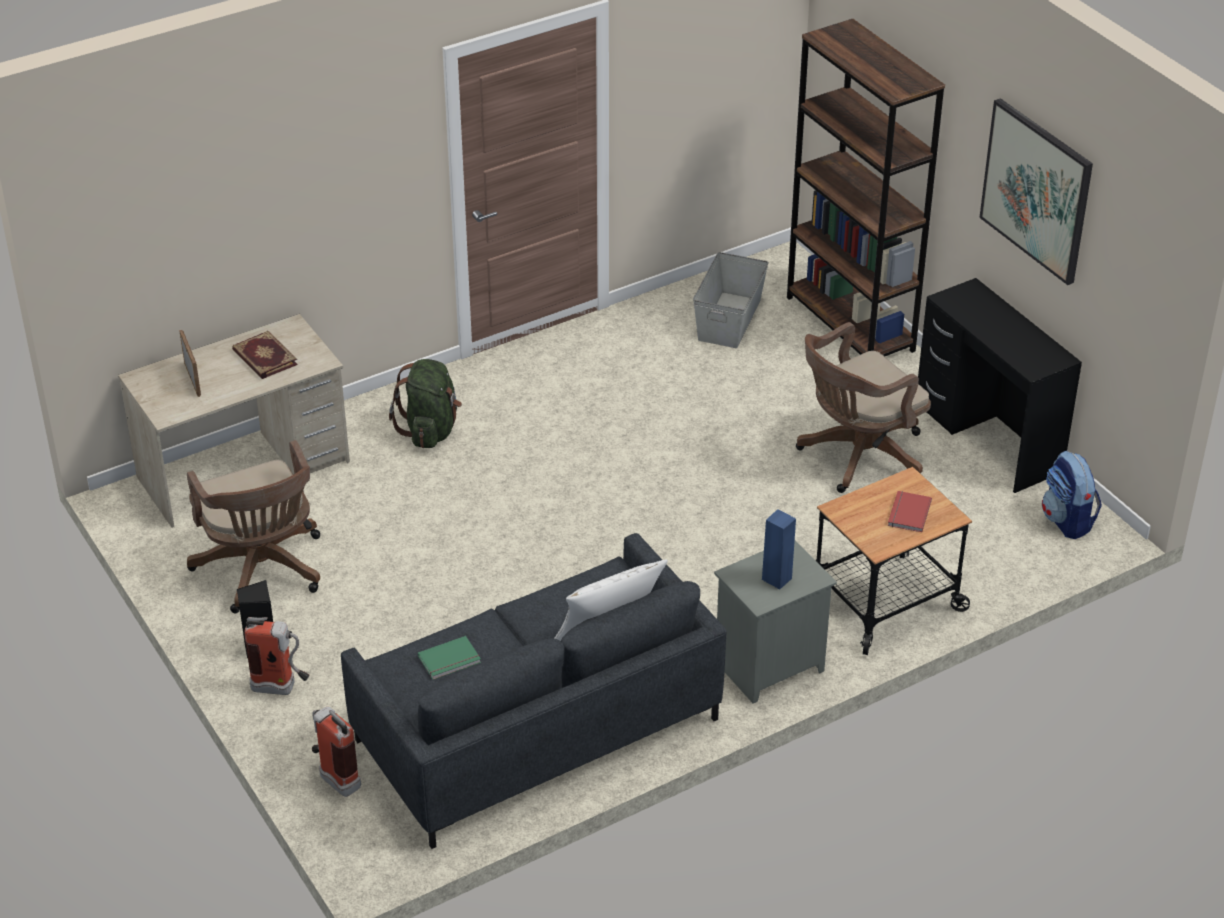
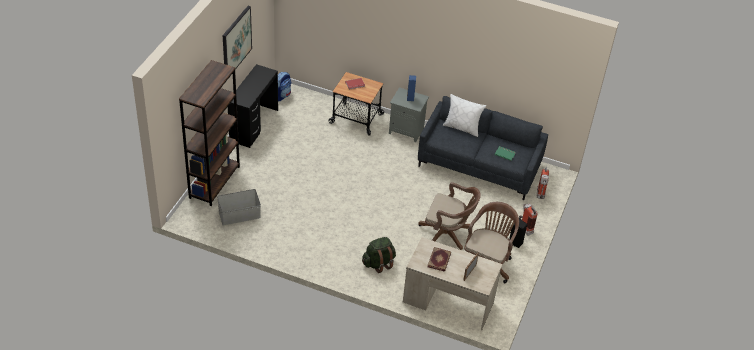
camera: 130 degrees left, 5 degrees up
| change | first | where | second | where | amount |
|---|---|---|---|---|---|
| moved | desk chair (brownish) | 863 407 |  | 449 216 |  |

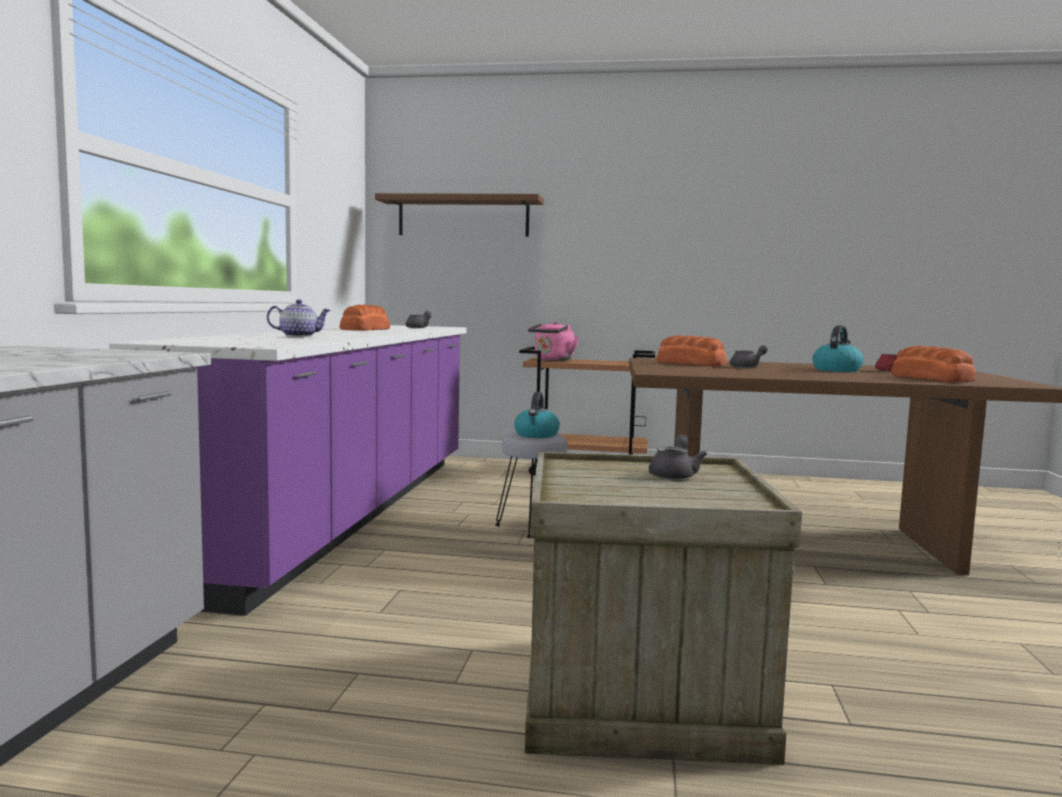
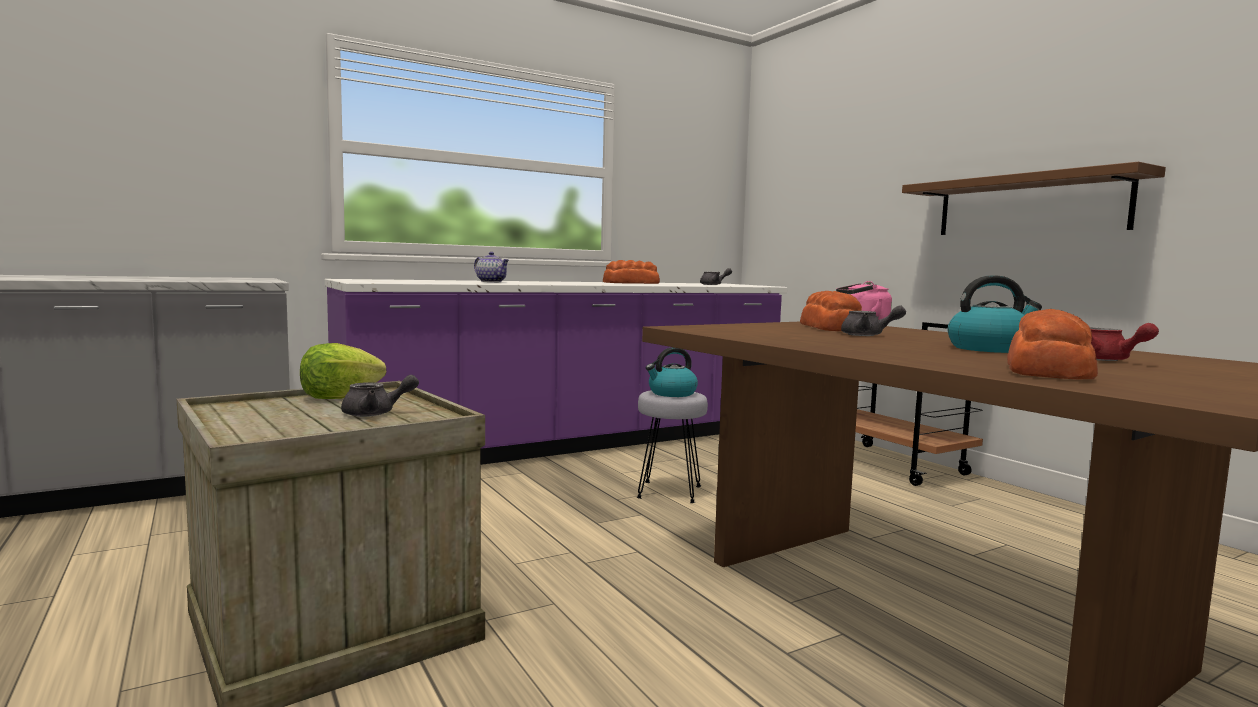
camera: 50 degrees right, 0 degrees up
| change | first | where | second | where | amount |
|---|---|---|---|---|---|
| added |  |  | lettuce head | 343 371 |  |
| moved | wall shelf (brownish) | 459 215 |  | 1034 198 |  |

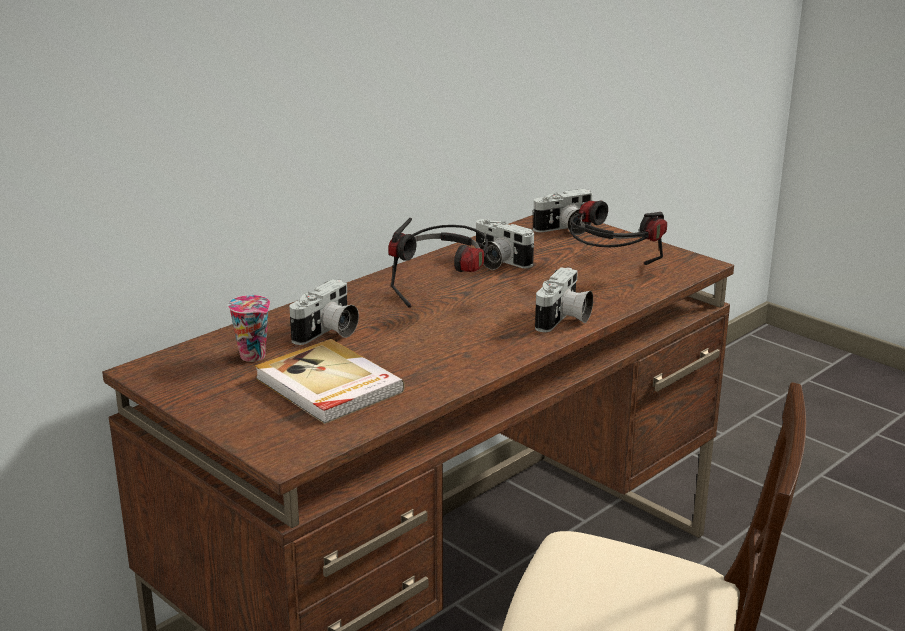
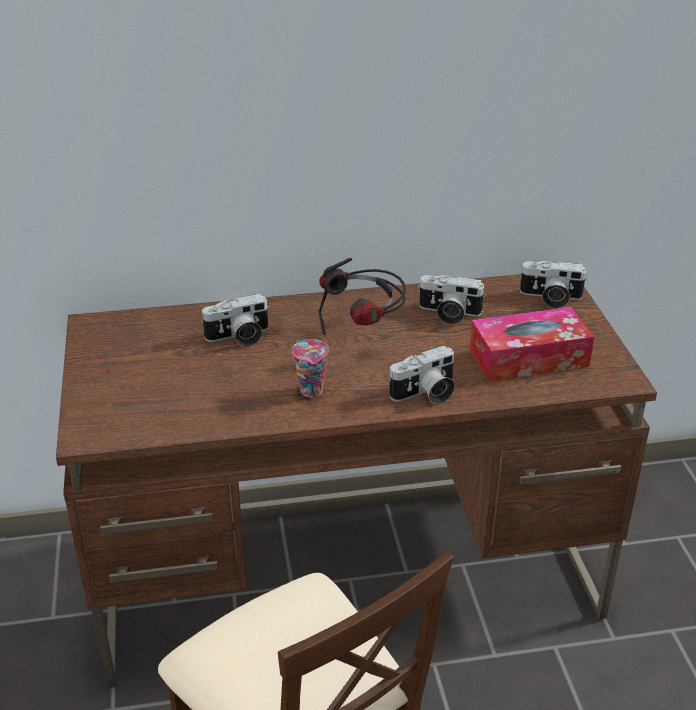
camera: 35 degrees right, 10 degrees up
| change | first | where | second | where | amount |
|---|---|---|---|---|---|
| moved | small cup | 249 328 |  | 310 368 |  |
| turned | still camera | 505 244 |  | 452 299 | 60 degrees counterclockwise |
| replaced | headset | 618 232 | tissue holder | 532 344 |  |
| removed | volume | 330 381 |  |  |  |

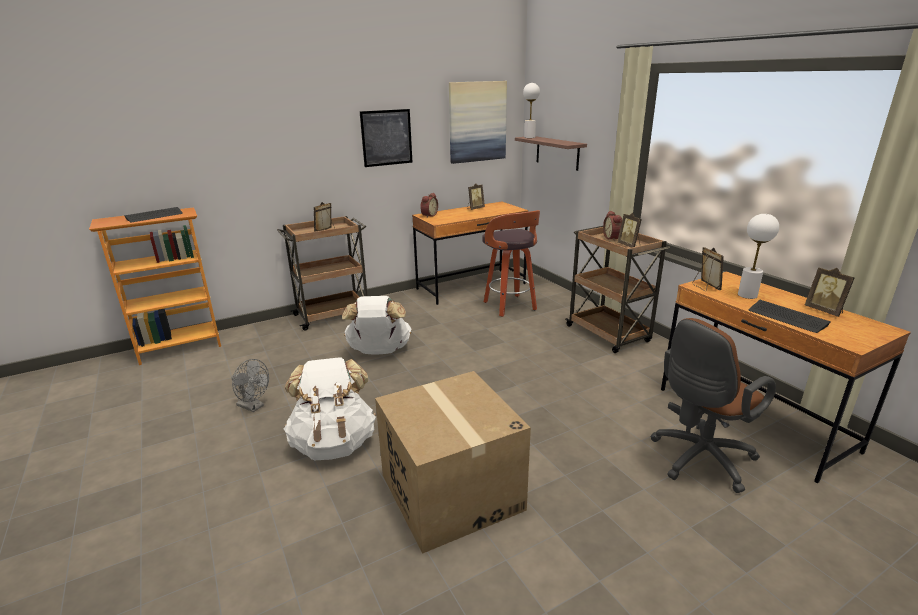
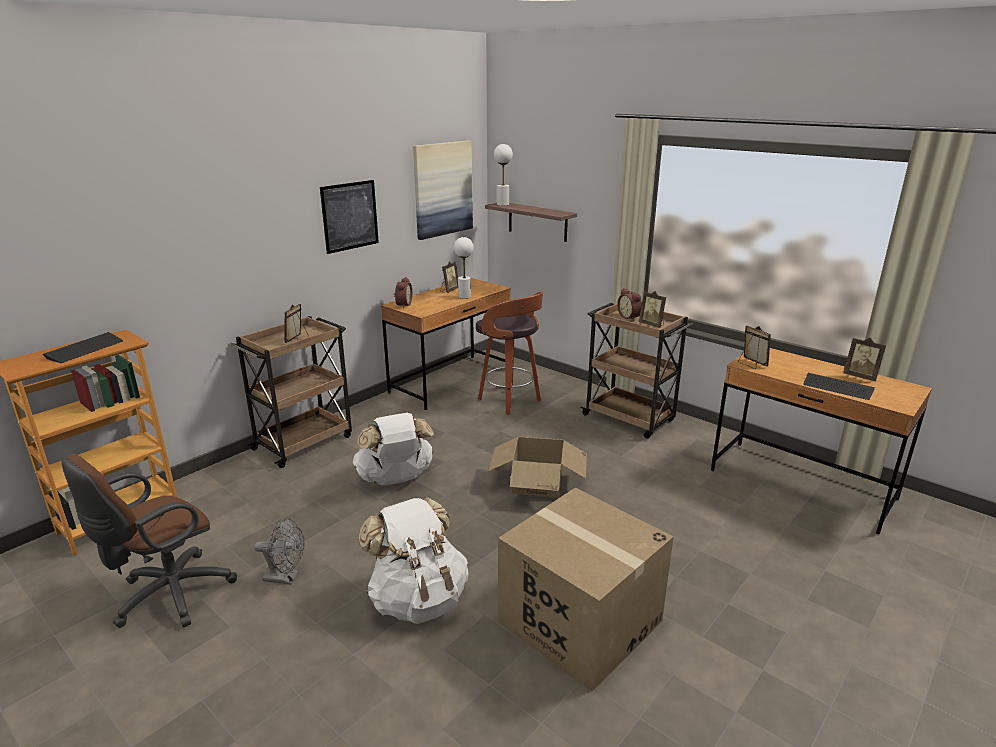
camera: 20 degrees left, 0 degrees up
| change | first | where | second | where | amount |
|---|---|---|---|---|---|
| moved | desk chair (brownish) | 713 405 |  | 149 541 |  |
| moved | lamp for a table (whitish) | 758 256 |  | 464 268 |  |
| added |  |  | carton | 537 467 |  |

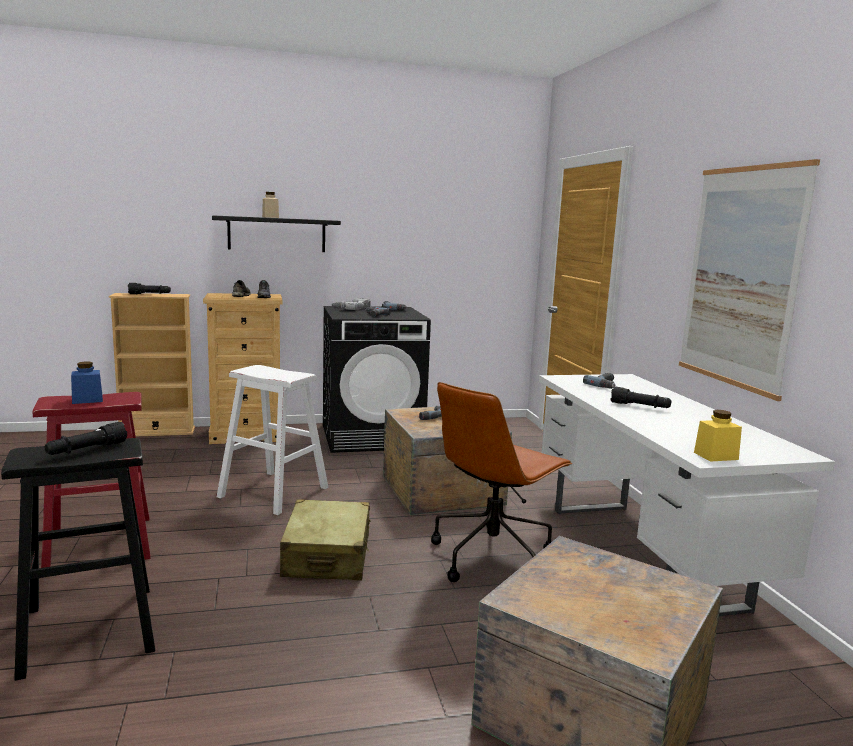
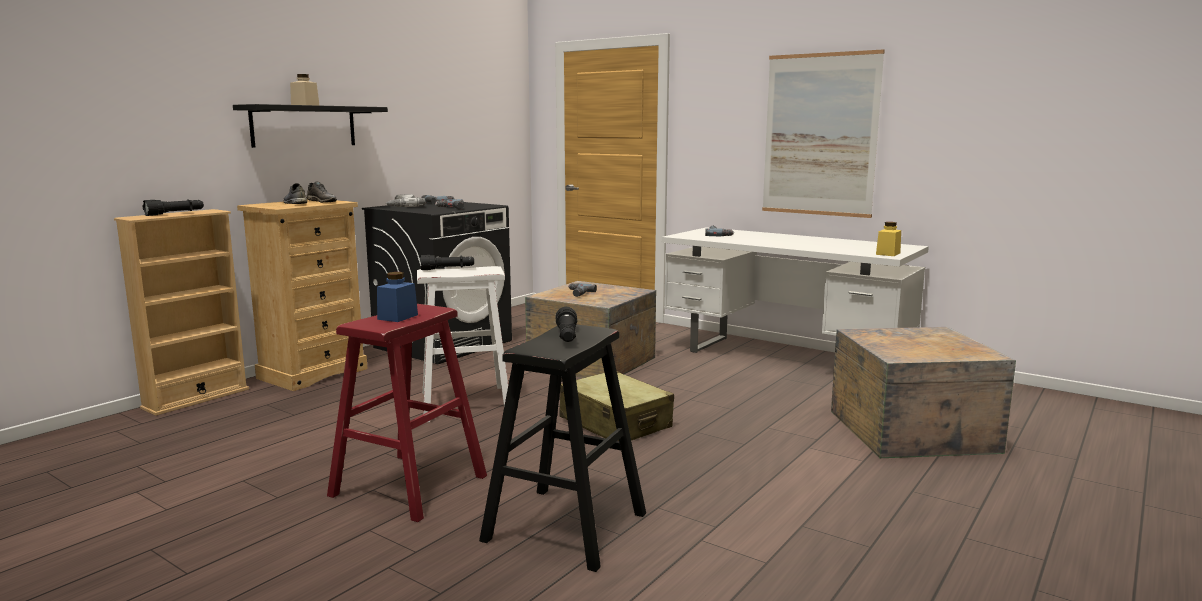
camera: 40 degrees left, 0 degrees up
| change | first | where | second | where | amount |
|---|---|---|---|---|---|
| moved | flashlight (black) | 641 397 |  | 447 262 |  |
| removed | desk chair (brownish) | 502 482 |  |  |  |

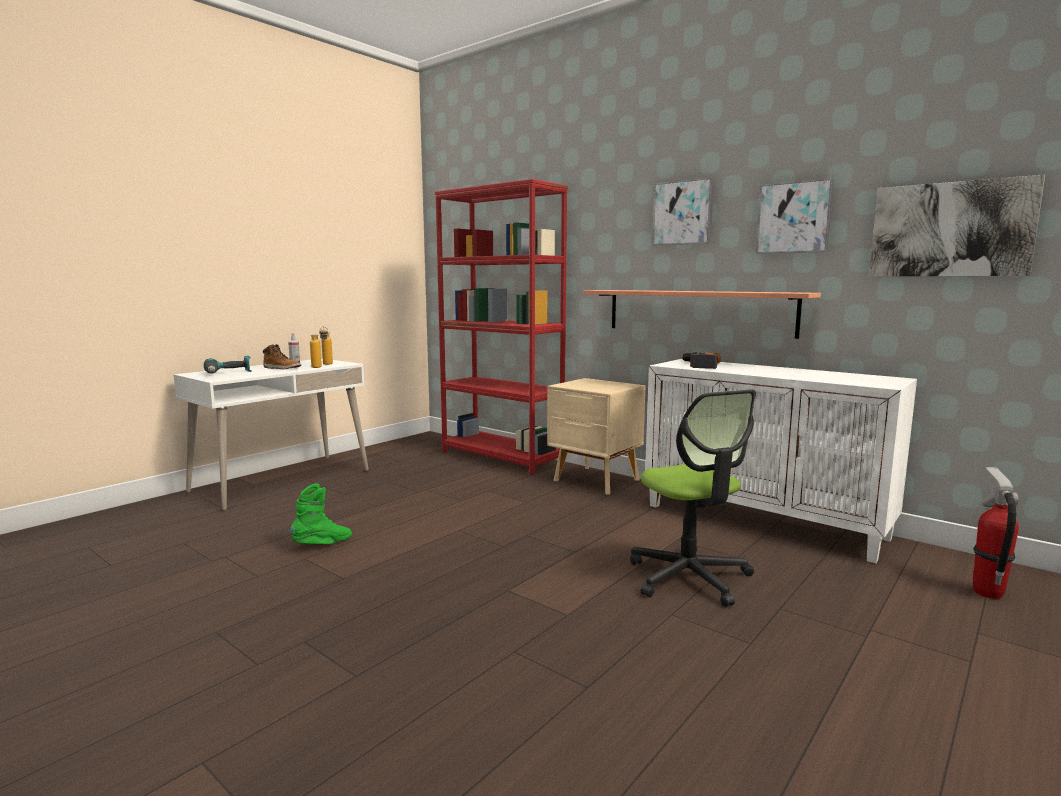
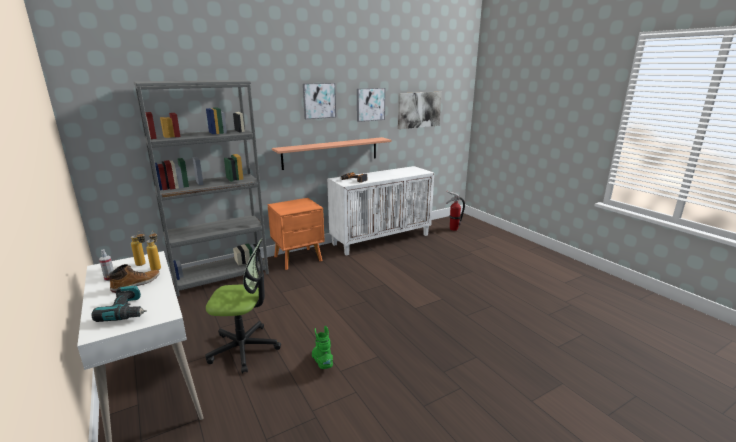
camera: 70 degrees left, 10 degrees up
| change | first | where | second | where | amount |
|---|---|---|---|---|---|
| recoloured | bookshelf (red) | 501 327 | bookshelf (greyish) | 201 188 |  |
| moved | desk chair | 693 498 |  | 243 306 |  |
| recoloured | nightstand (beige-coloured) | 596 436 | nightstand (orangey) | 296 234 |  |

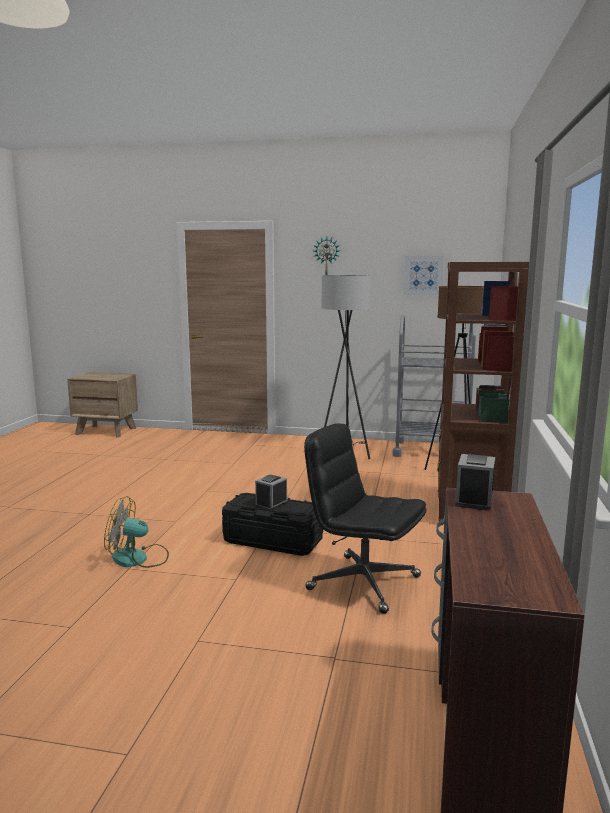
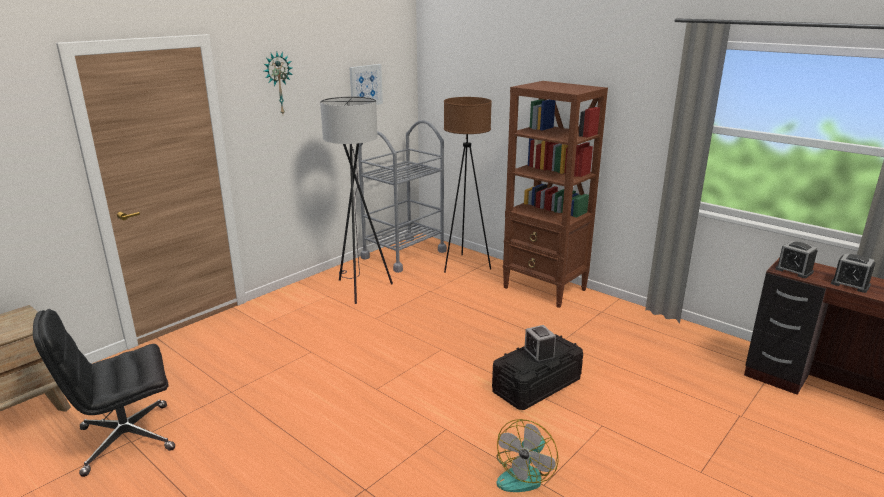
camera: 60 degrees left, 10 degrees up
| change | first | where | second | where | amount |
|---|---|---|---|---|---|
| moved | desk chair (black) | 365 518 |  | 104 393 |  |
| added |  |  | alarm clock | 853 273 |  |

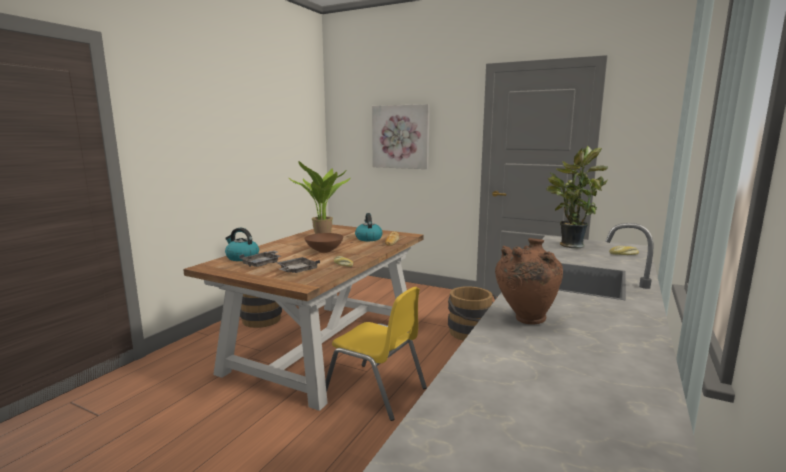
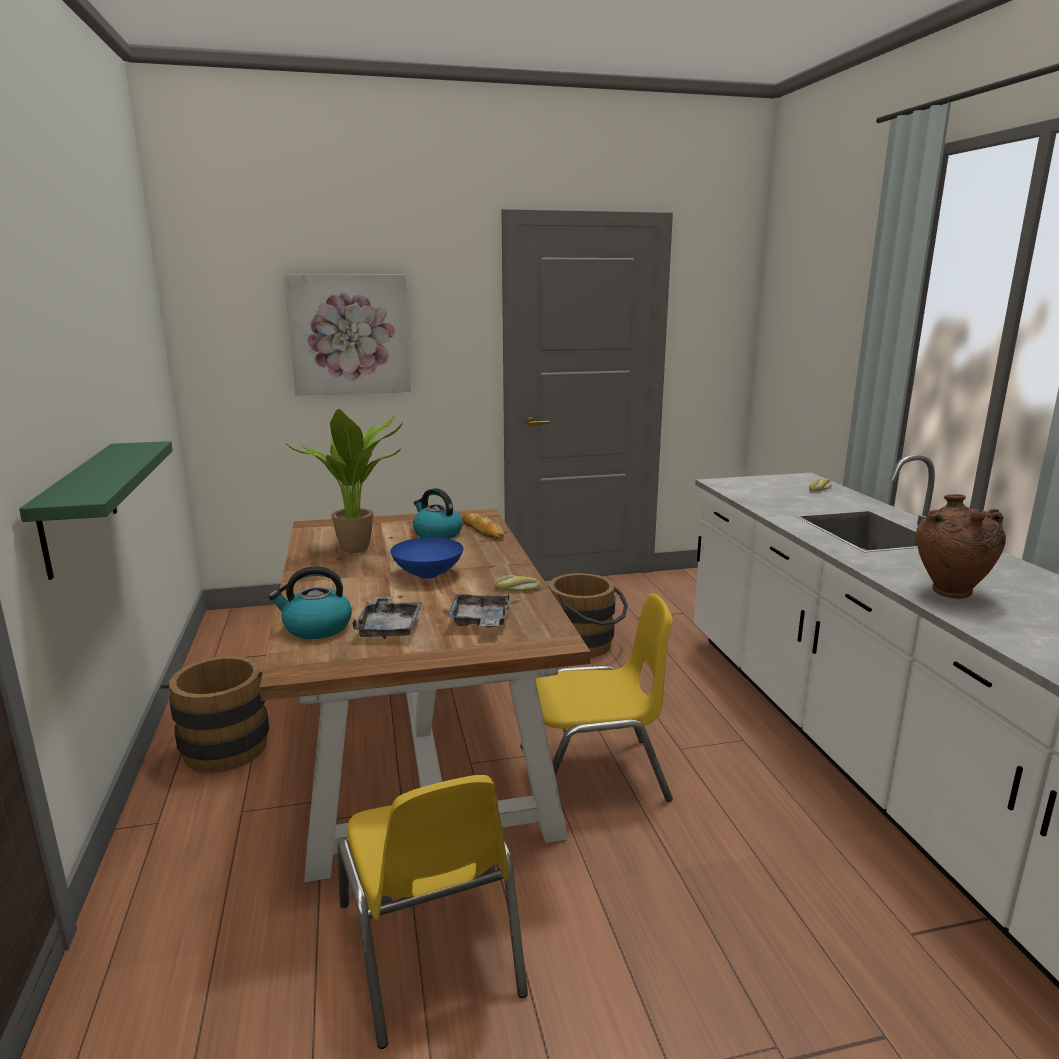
camera: 40 degrees left, 5 degrees up
| change | first | where | second | where | amount |
|---|---|---|---|---|---|
| added |  |  | wall shelf (green-coloured) | 96 510 |  |
| added |  |  | chair (yellow) | 432 912 |  |
| recoloured | bowl (brownish) | 324 243 | bowl (bluish) | 426 558 |  |
| removed | potted plant | 577 197 |  |  |  |

